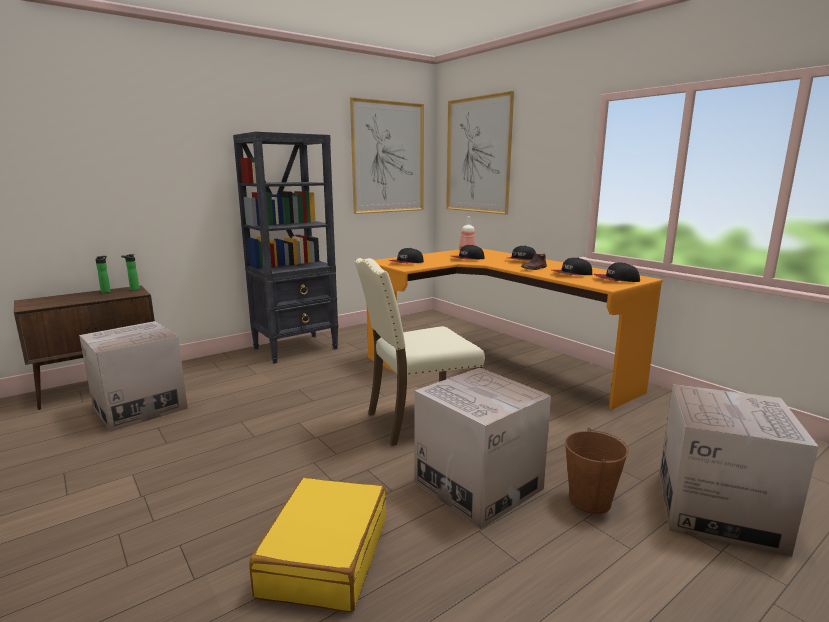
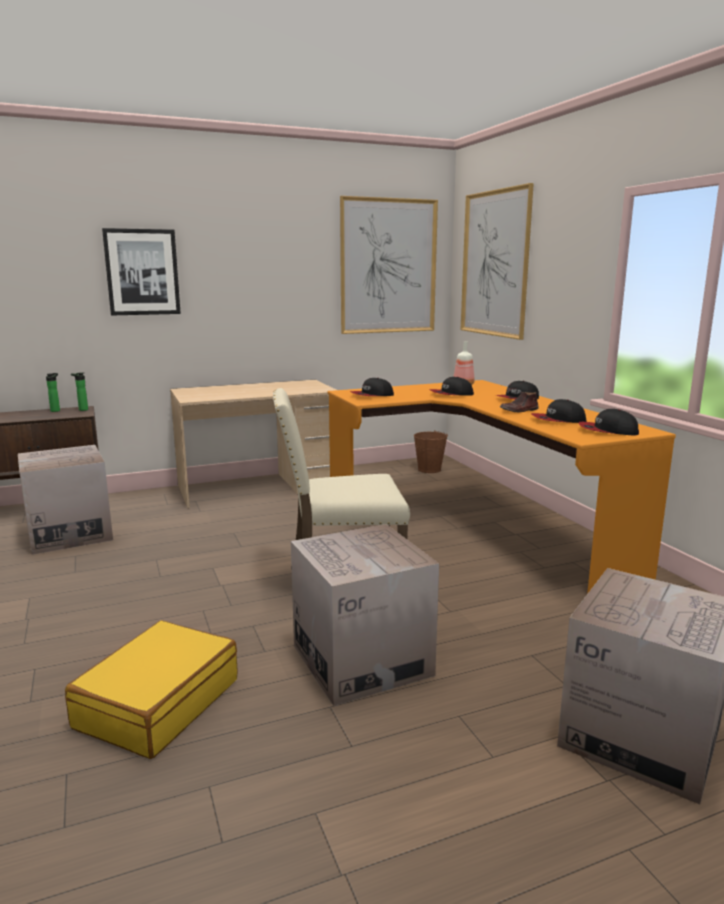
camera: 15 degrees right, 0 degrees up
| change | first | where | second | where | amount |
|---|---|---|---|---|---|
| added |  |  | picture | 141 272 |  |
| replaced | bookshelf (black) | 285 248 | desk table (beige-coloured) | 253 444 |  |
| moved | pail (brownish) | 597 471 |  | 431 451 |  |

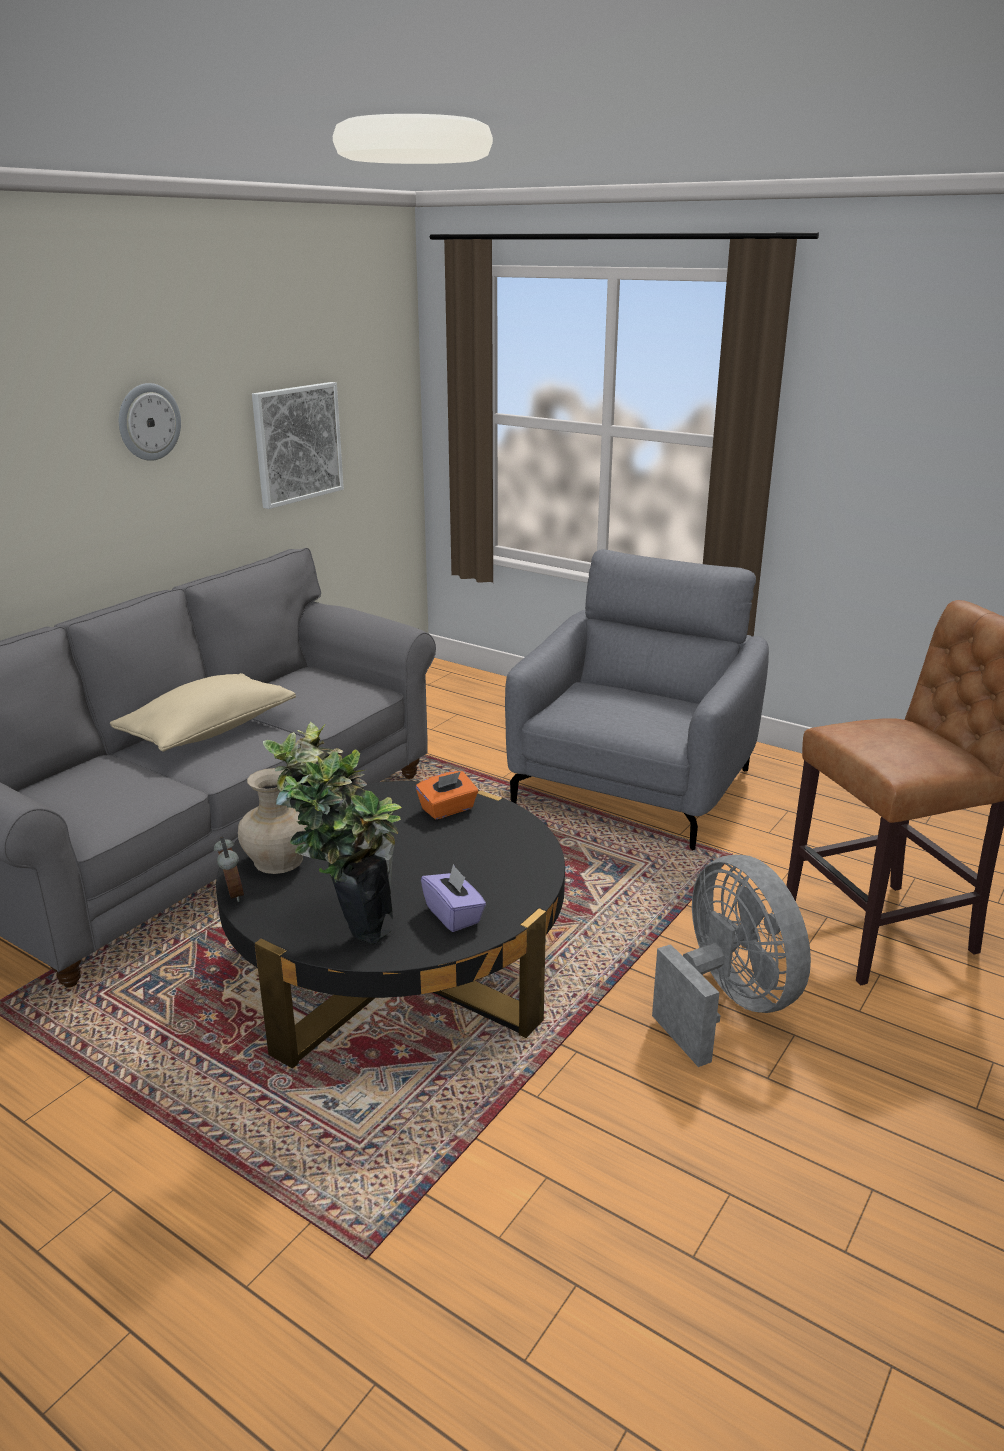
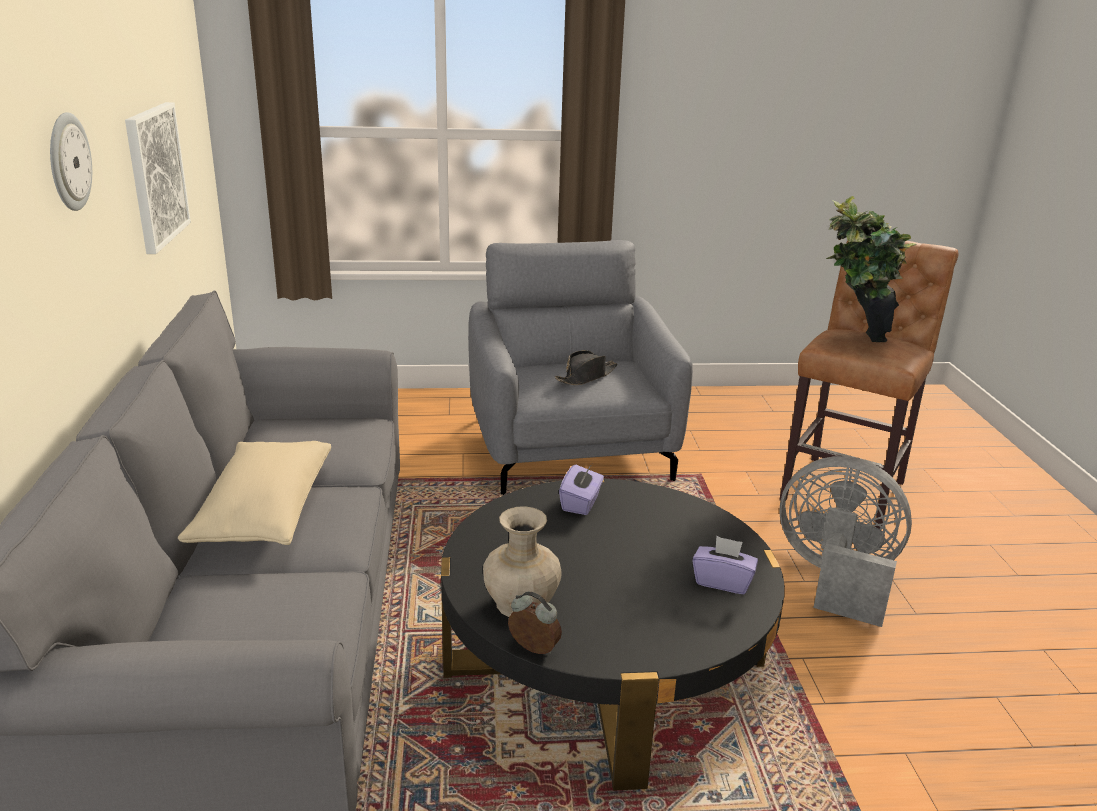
camera: 40 degrees left, 0 degrees up
| change | first | where | second | where | amount |
|---|---|---|---|---|---|
| added |  |  | wearable hat (black) | 586 367 |  |
| recoloured | tissue holder (orangey) | 447 795 | tissue holder (purple-coloured) | 581 489 |  |
| moved | potted plant | 332 833 |  | 871 269 |  |

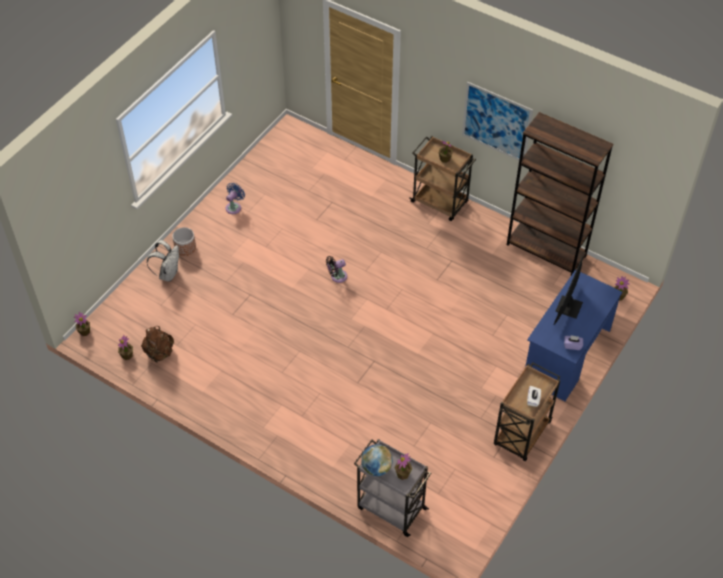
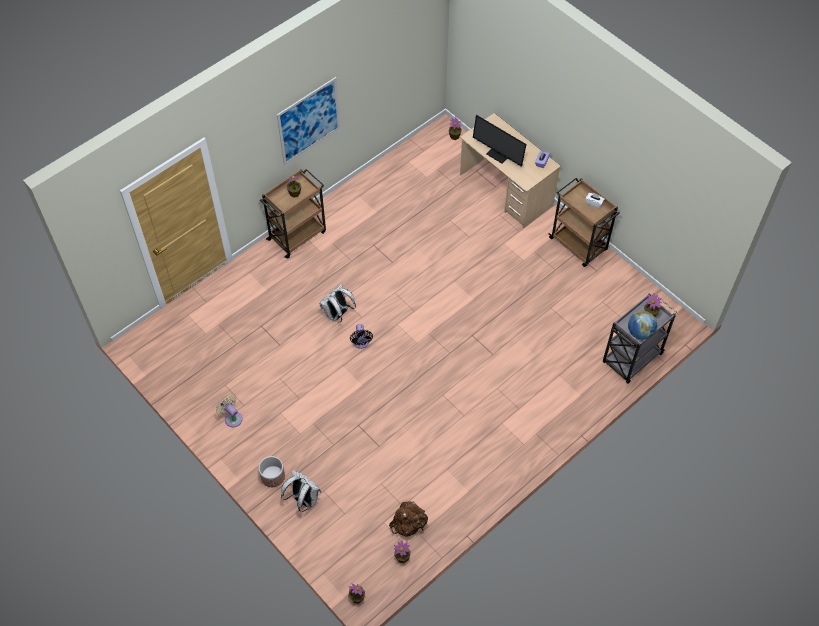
camera: 75 degrees left, 5 degrees up
| change | first | where | second | where | amount |
|---|---|---|---|---|---|
| recoloured | electric fan (bluish) | 235 198 | electric fan (beige-coloured) | 229 411 |  |
| added |  |  | knapsack (whitish) | 338 303 |  |
| recoloured | desk table (bluish) | 574 335 | desk table (beige-coloured) | 510 170 |  |
| removed | bookshelf (brownish) | 560 193 |  |  |  |

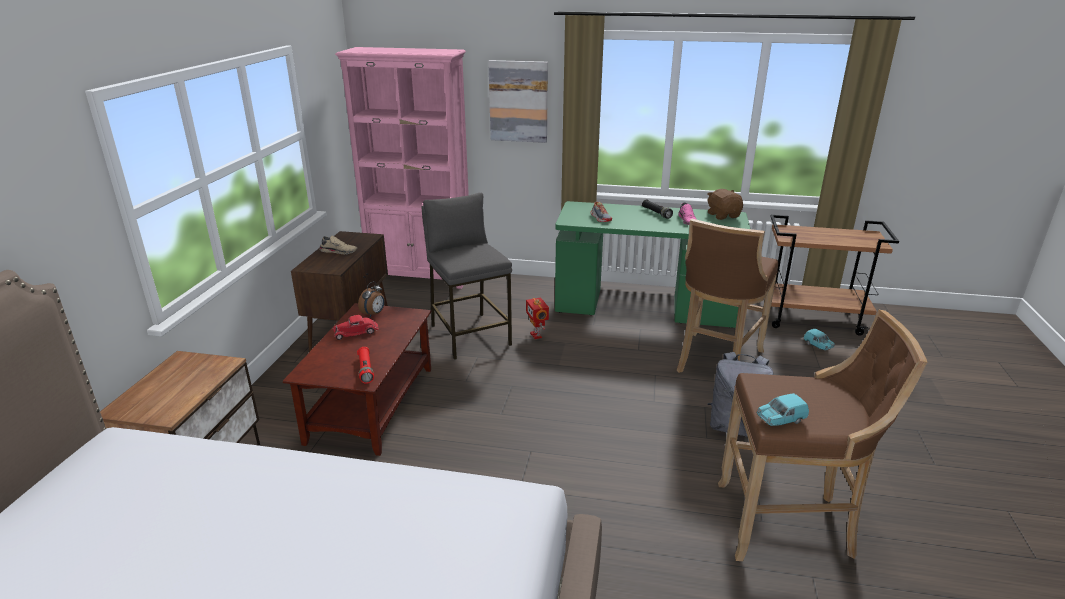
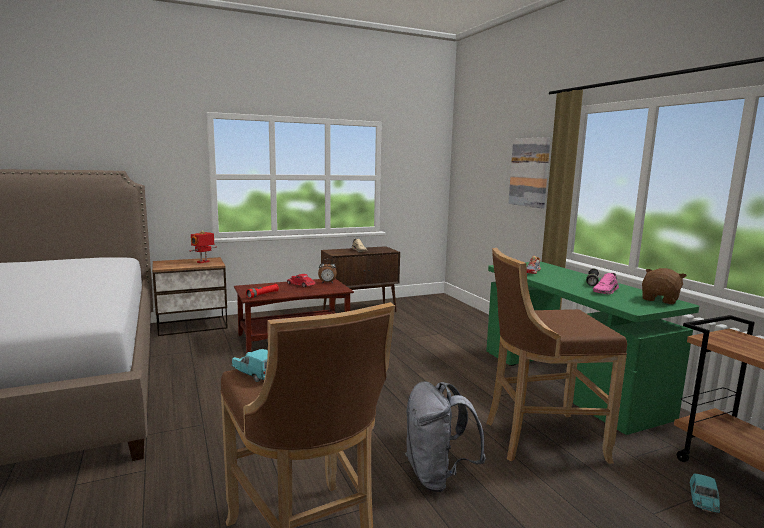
camera: 55 degrees right, 15 degrees down
| change | first | where | second | where | amount |
|---|---|---|---|---|---|
| moved | model robot | 537 318 |  | 203 246 |  |
| removed | bookshelf (pink) | 402 168 |  |  |  |
| removed | stool seat (greyish) | 467 276 |  |  |  |

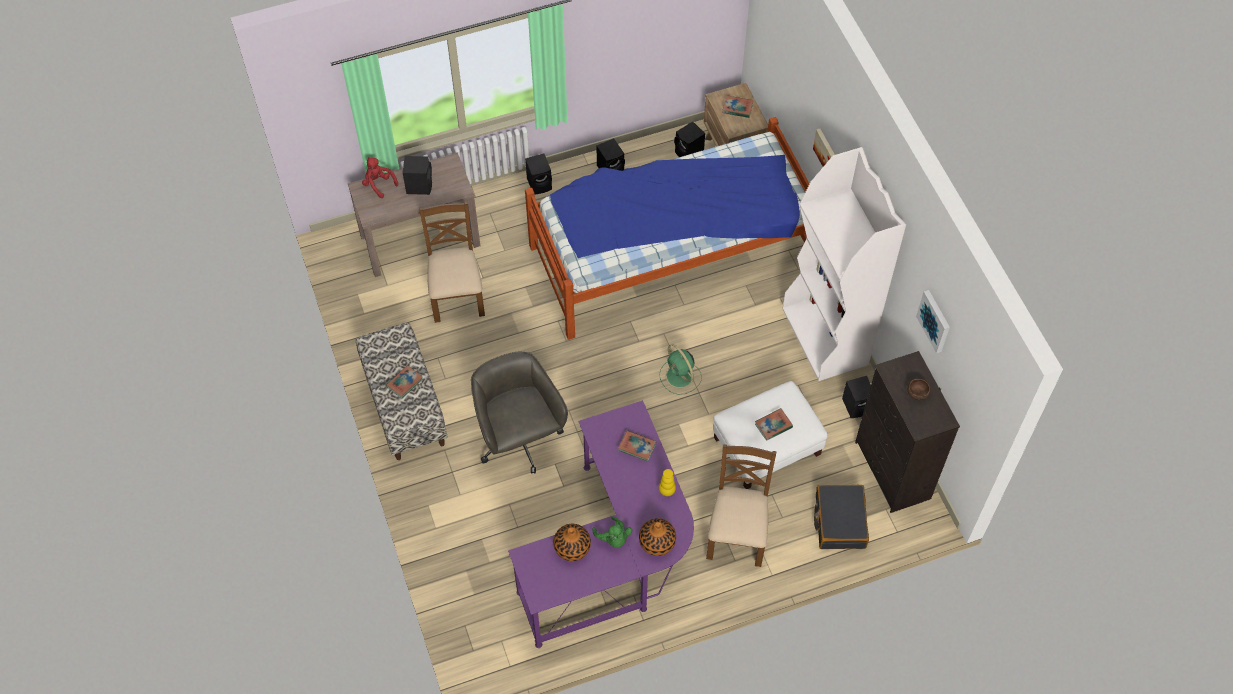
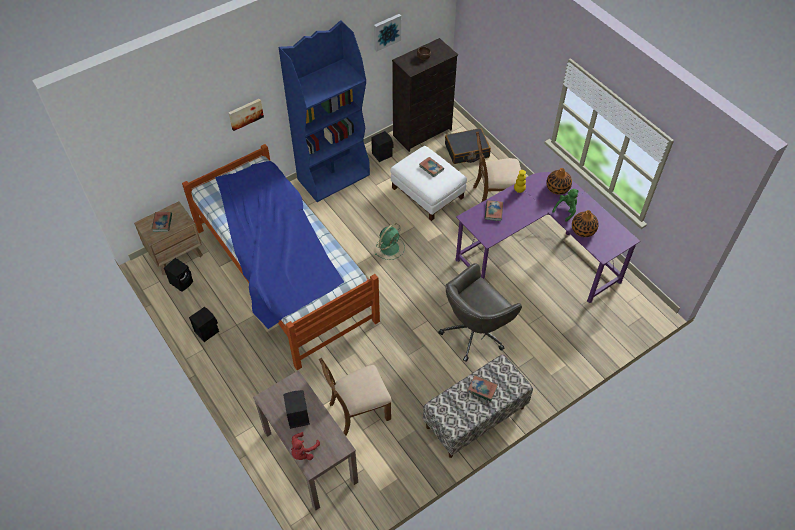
camera: 105 degrees left, 5 degrees down
| change | first | where | second | where | amount |
|---|---|---|---|---|---|
| recoloured | bookshelf (whitish) | 844 264 | bookshelf (bluish) | 324 111 |  |
| removed | loudspeaker (black) | 538 174 |  |  |  |

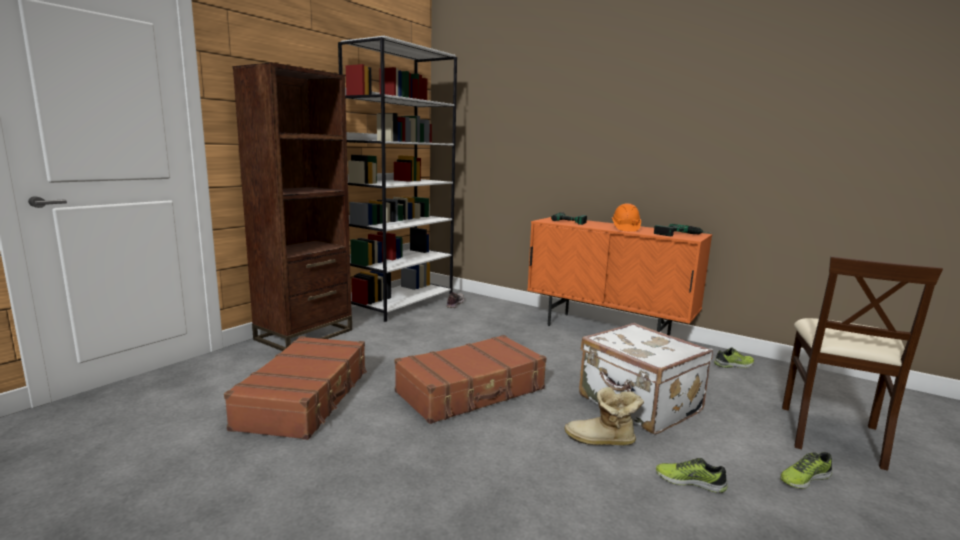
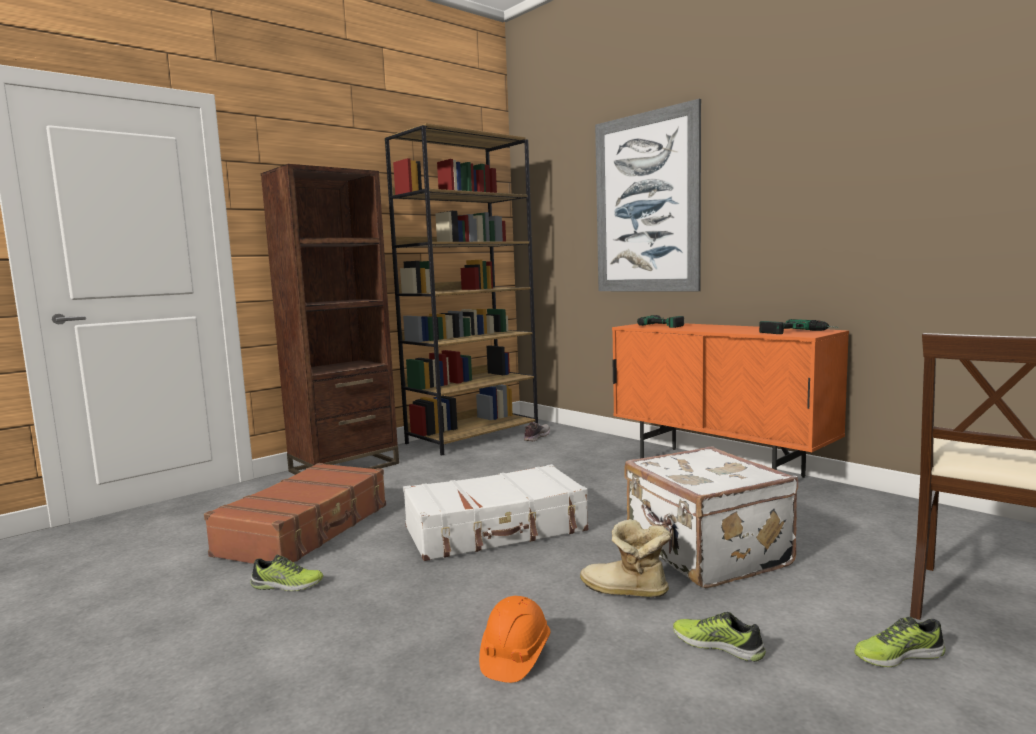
camera: 15 degrees right, 5 degrees down
| change | first | where | second | where | amount |
|---|---|---|---|---|---|
| moved | item of footwear | 734 357 |  | 286 573 |  |
| recoloured | bookshelf (whitish) | 397 179 | bookshelf (brownish) | 461 289 |  |
| recoloured | piece of luggage (brownish) | 471 379 | piece of luggage (whitish) | 496 512 |  |
| moved | work helmet (orangey) | 626 217 |  | 514 639 |  |
| added |  |  | picture | 648 195 |  |

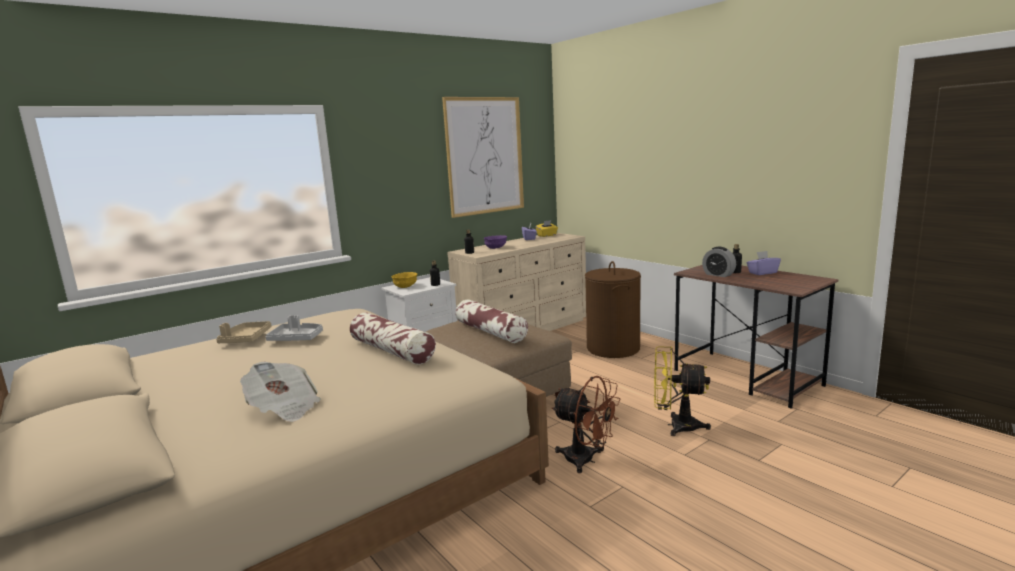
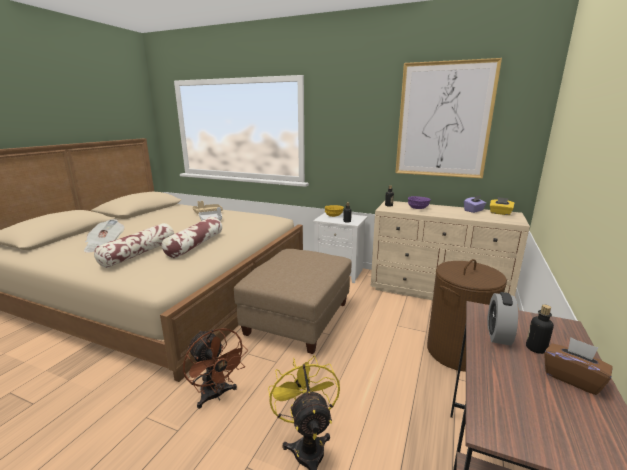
camera: 60 degrees right, 5 degrees up
| change | first | where | second | where | amount |
|---|---|---|---|---|---|
| moved | pillow | 491 321 |  | 134 245 |  |
| turned | electric fan (brownish) | 586 424 |  | 215 368 | 45 degrees counterclockwise |
| recoloured | tissue holder (purple-coloured) | 764 263 | tissue holder (brownish) | 578 366 |  |

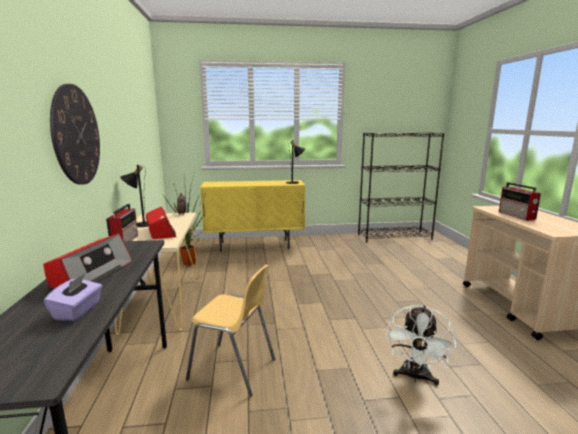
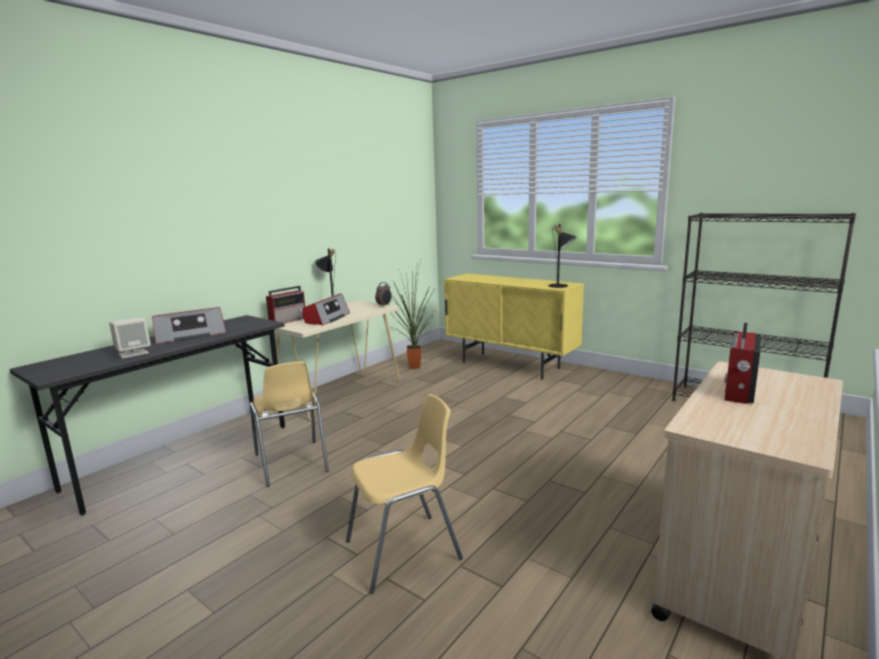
camera: 45 degrees right, 0 degrees up
| change | first | where | second | where | amount |
|---|---|---|---|---|---|
| replaced | tissue holder (purple-coloured) | 73 297 | loudspeaker (beige-coloured) | 130 338 |  |
| replaced | electric fan (whitish) | 421 345 | chair (yellow) | 404 494 |  |
| removed | wall clock | 75 134 |  |  |  |

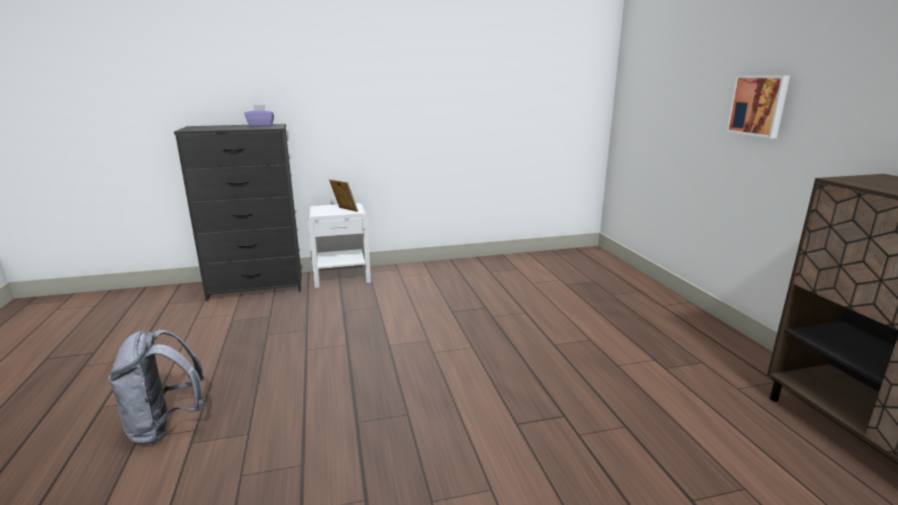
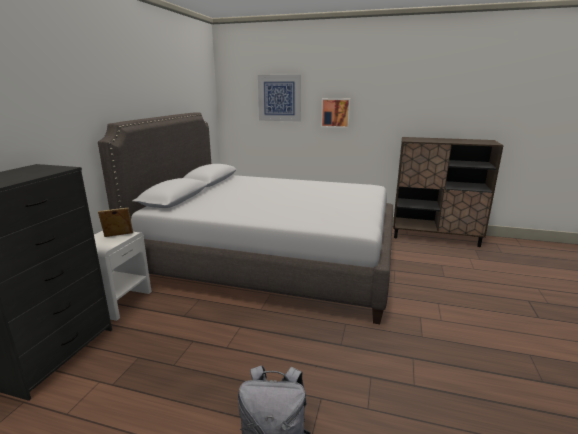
camera: 60 degrees left, 0 degrees up
| change | first | where | second | where | amount |
|---|---|---|---|---|---|
| added |  |  | bedroom bed (greyish) | 245 218 |  |
| added |  |  | picture | 279 98 |  |
| removed | tissue holder (purple-coloured) | 259 116 |  |  |  |

